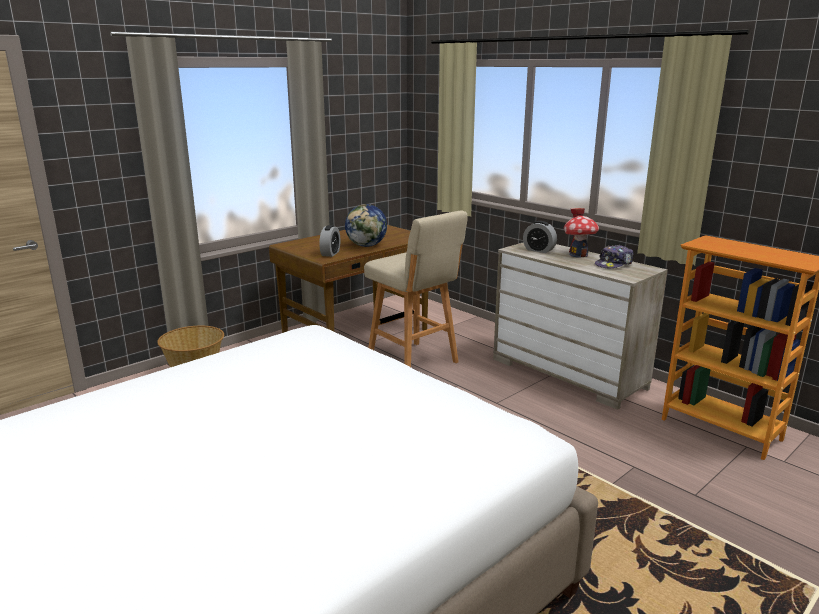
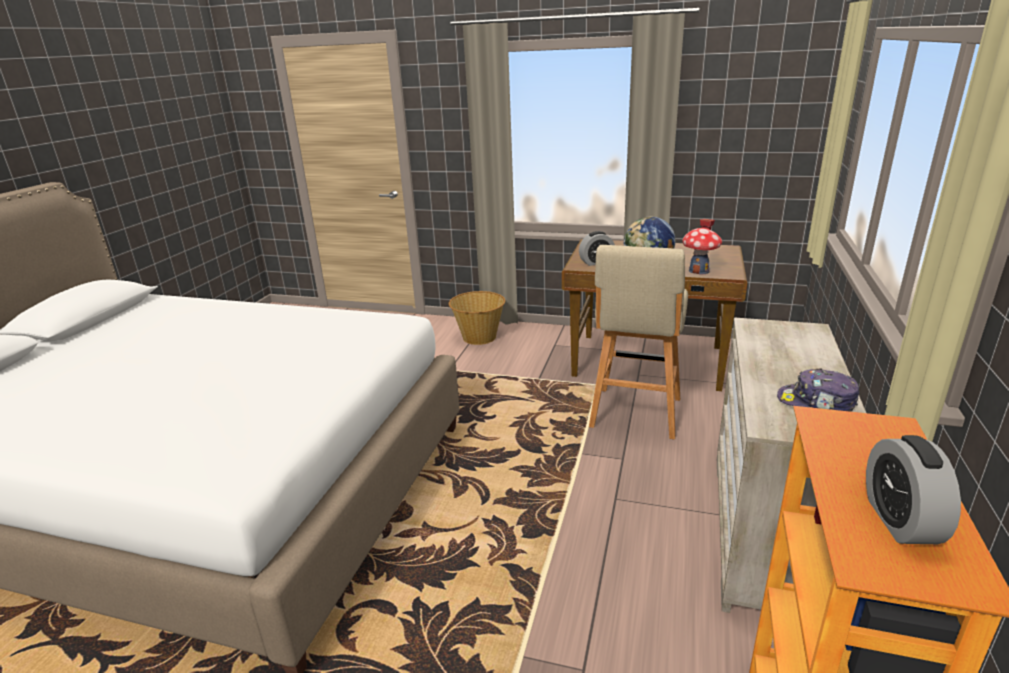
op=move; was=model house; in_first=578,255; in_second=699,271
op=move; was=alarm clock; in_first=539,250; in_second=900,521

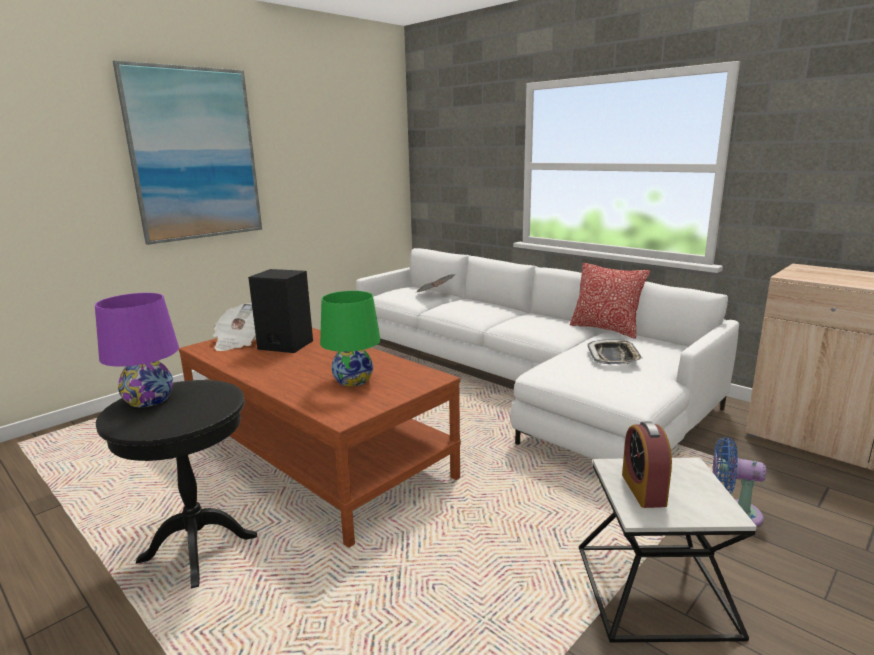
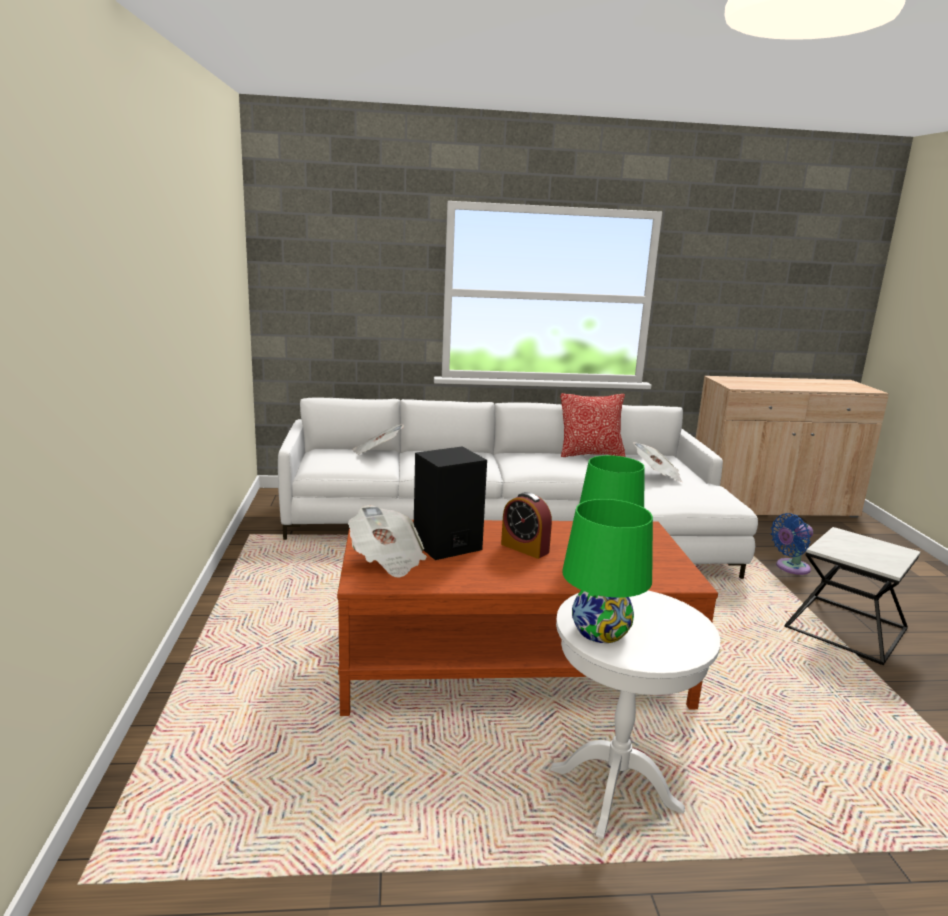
op=delete; was=wall picture; in_first=194,154
op=recolor; was=purple table lamp; now=green table lamp; in_first=148,399; in_second=600,631
op=replace; was=carrying tray; now=daily paper; in_first=613,357; in_second=657,475
op=recolor; was=blackish accent table; now=white accent table; in_first=198,549; in_second=614,790
op=move; was=alarm clock; in_first=643,489; in_second=524,548

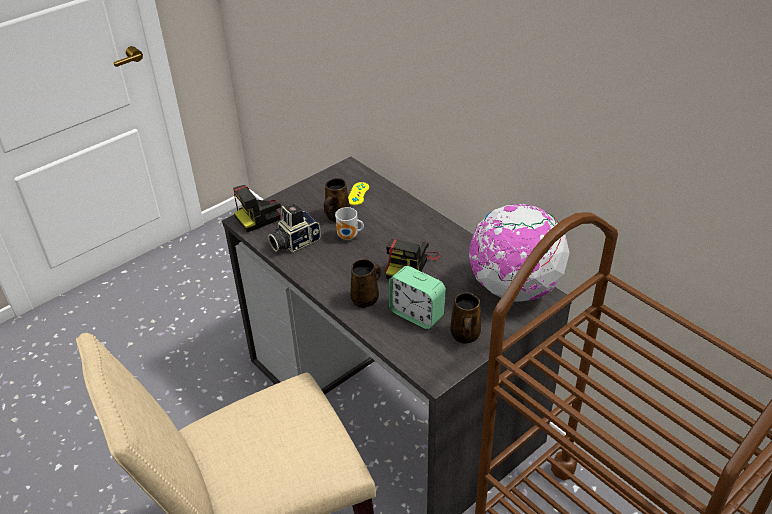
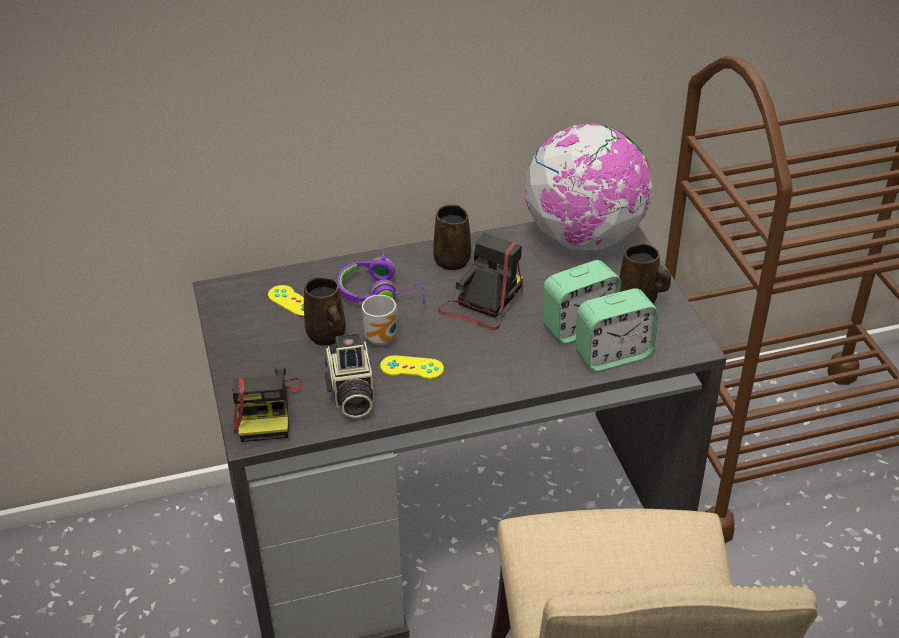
op=rotate; was=photo camera; in_first=410,265; in_second=483,302; clockwise=-105
op=move; was=brown mug; in_first=366,298; in_second=451,259
op=insert; now=purple pair of headphones; in_second=381,293
op=insert; now=alarm clock; in_second=613,355
op=insert; now=yellow joypad; in_second=412,367

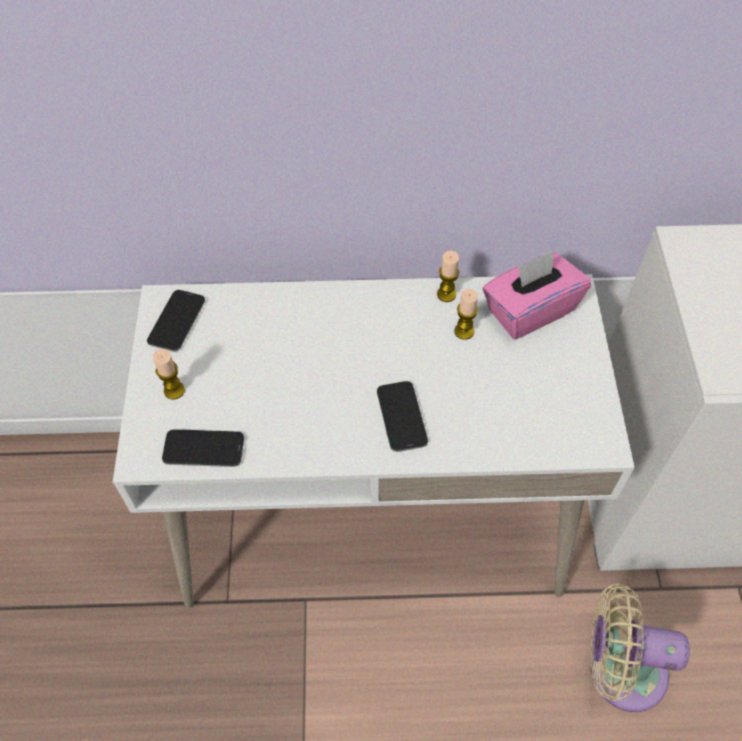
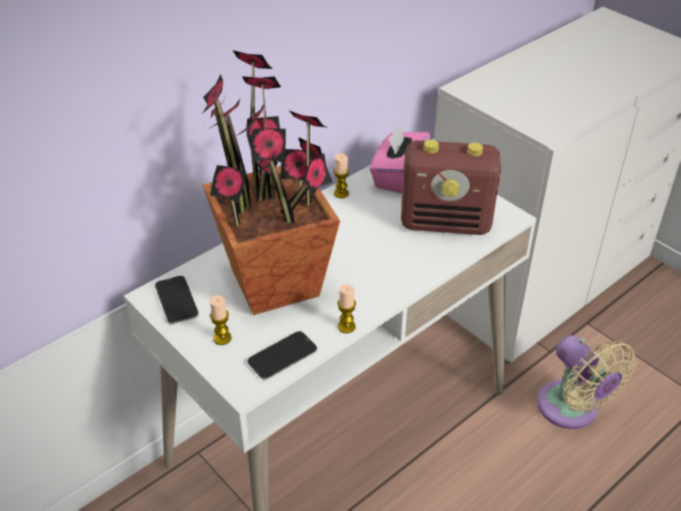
op=move; was=wax light; in_first=464,331; in_second=346,326
op=delete; was=phone; in_first=401,417
op=rotate; was=beige cooling fan; in_first=619,670; in_second=571,410; clockwise=-90
op=insert; now=houseplant; in_second=276,283
op=insert; now=radio receiver; in_second=446,223

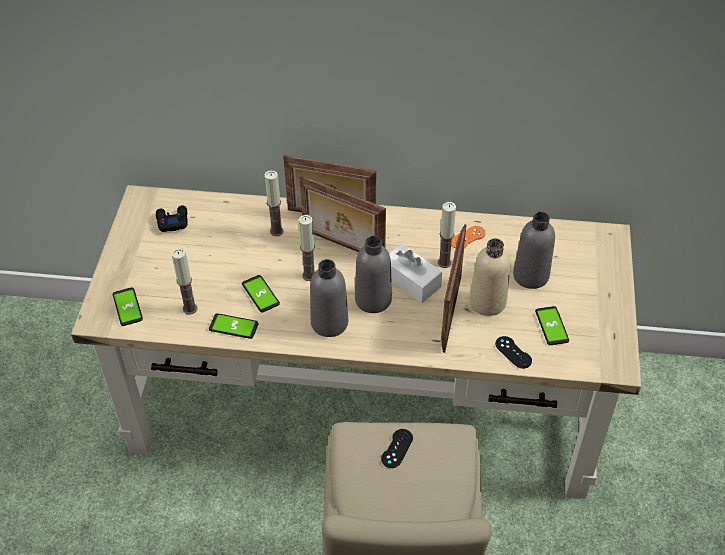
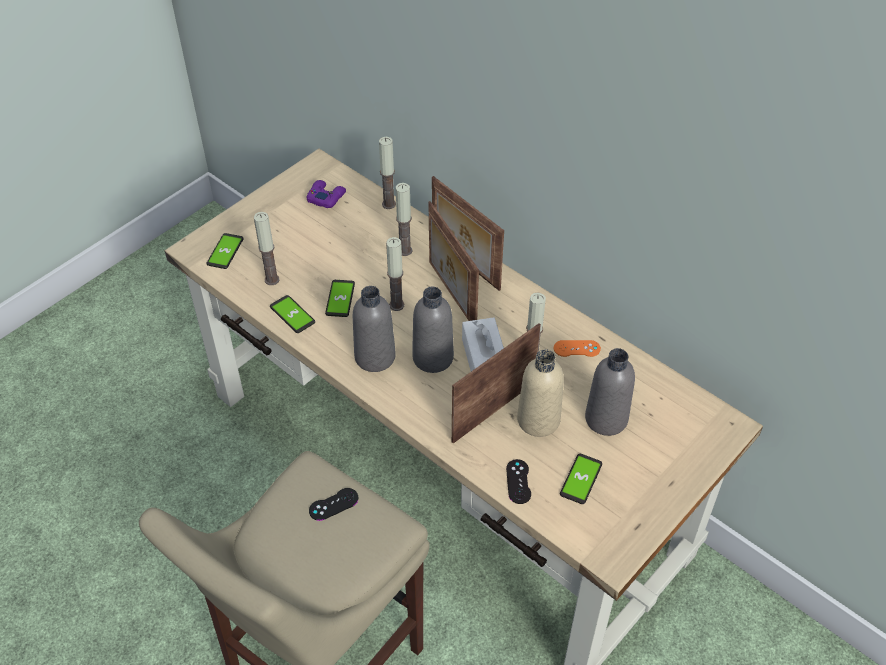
op=recolor; was=blackish joypad; now=purple joypad; in_first=172,221; in_second=326,197
op=insert; now=wax light; in_second=388,204

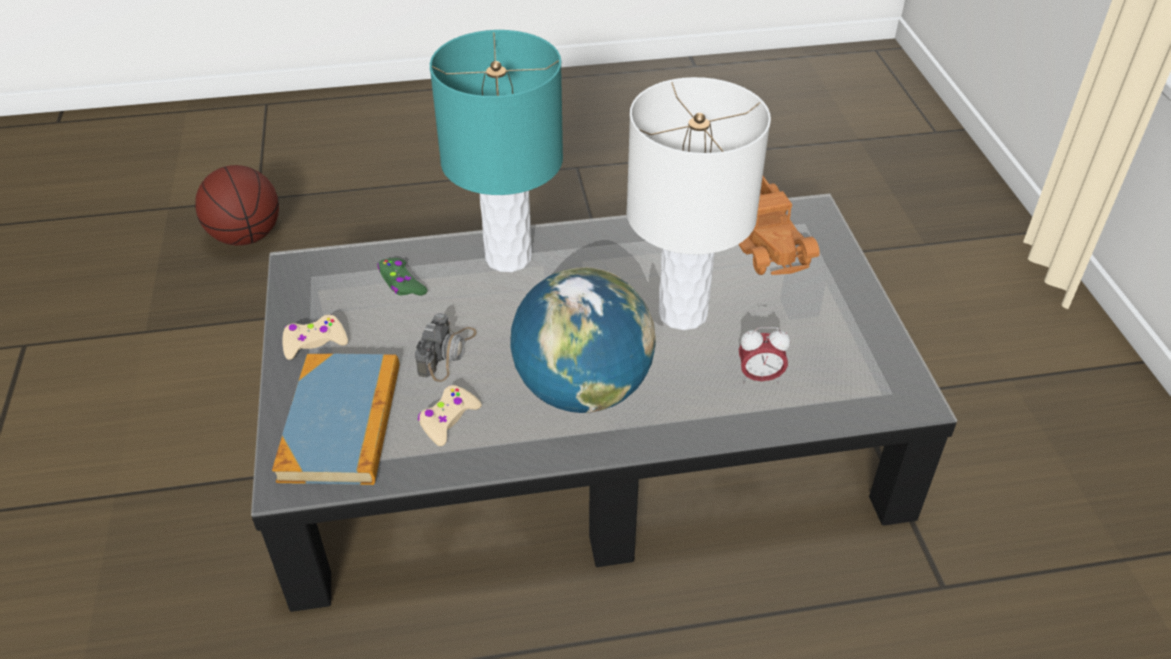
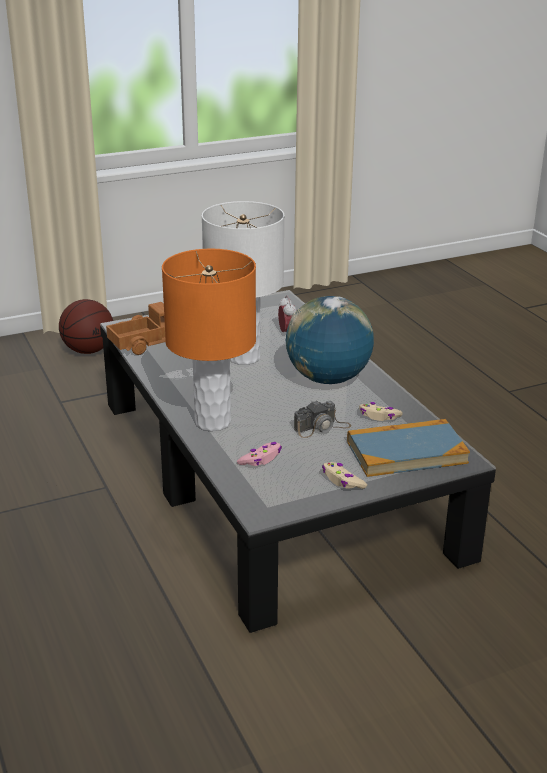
op=recolor; was=blue-green table lamp; now=orange-coloured table lamp; in_first=508,257; in_second=212,422
op=move; was=ball for basketball; in_first=246,236; in_second=88,351
op=recolor; was=green joypad; now=pink-coloured joypad; in_first=401,283; in_second=261,459
op=rotate; was=photo camera; in_first=447,352; in_second=322,427; clockwise=150

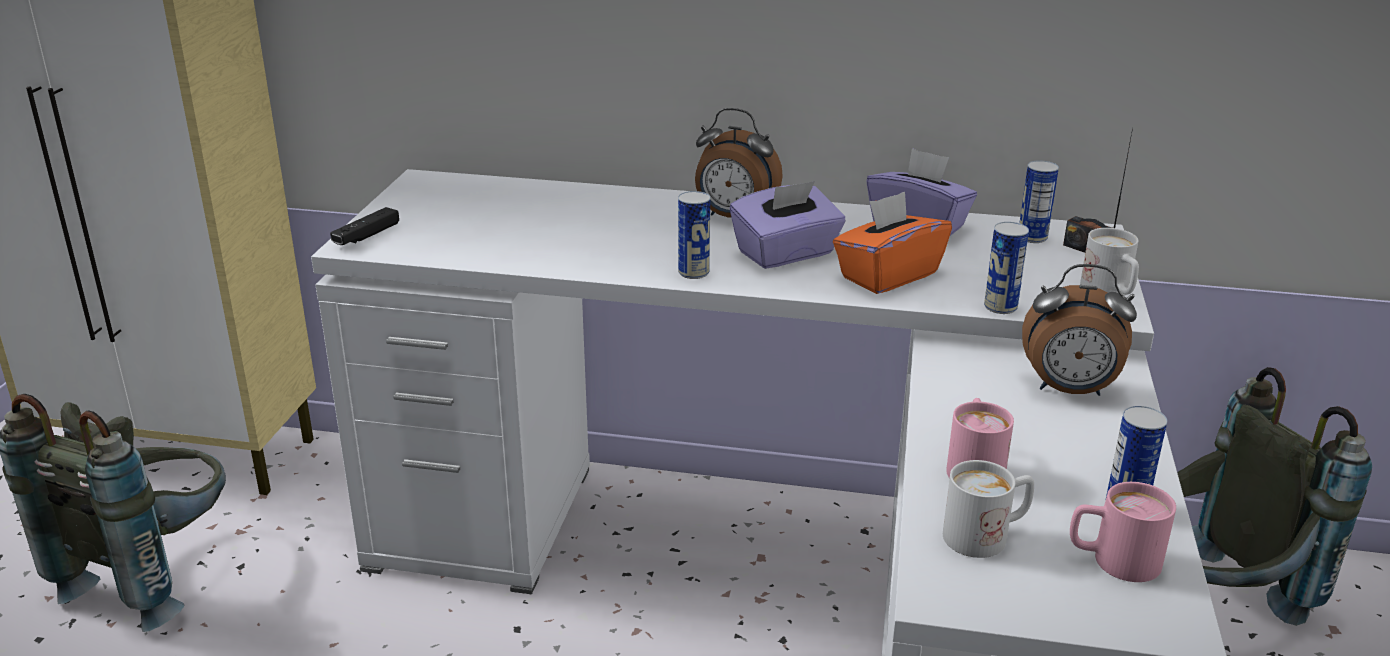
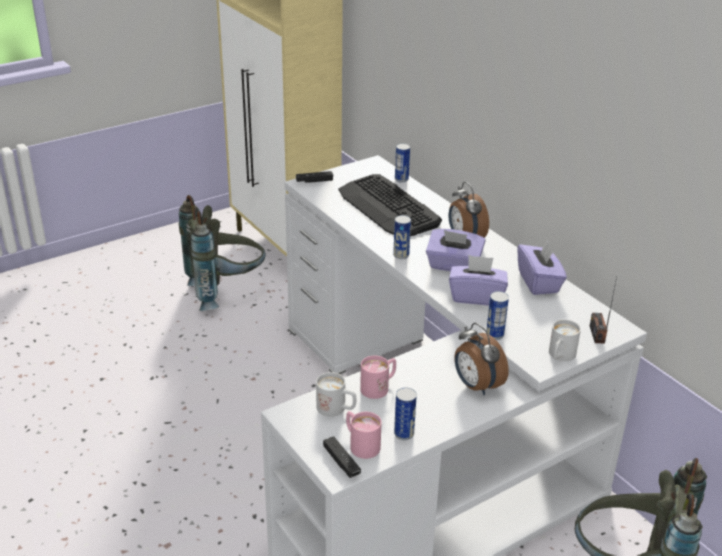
op=move; was=sealed can; in_first=1032,238; in_second=401,179
op=recolor; was=orange-coloured box of tissues; now=purple box of tissues; in_first=888,275; in_second=476,296
op=insert; now=PC keyboard; in_second=388,207
op=insert; now=blackish joypad; in_second=341,462

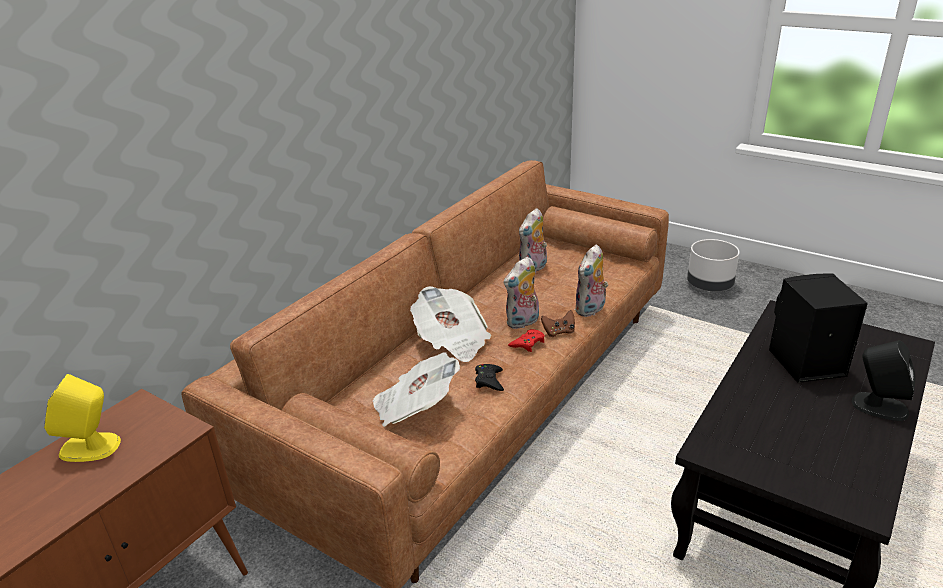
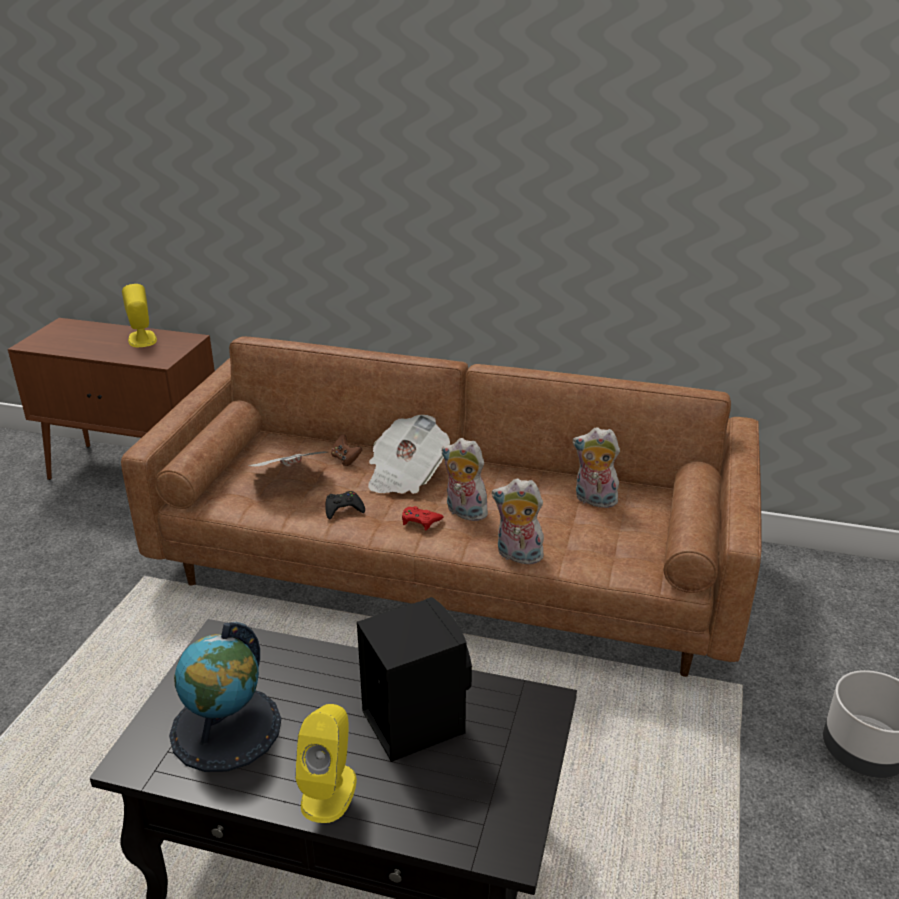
op=move; was=brown joypad; in_first=559,332; in_second=346,459
op=recolor; was=blackish loudspeaker; now=yellow loudspeaker; in_first=878,406; in_second=329,791
op=insert; now=world globe; in_second=226,728

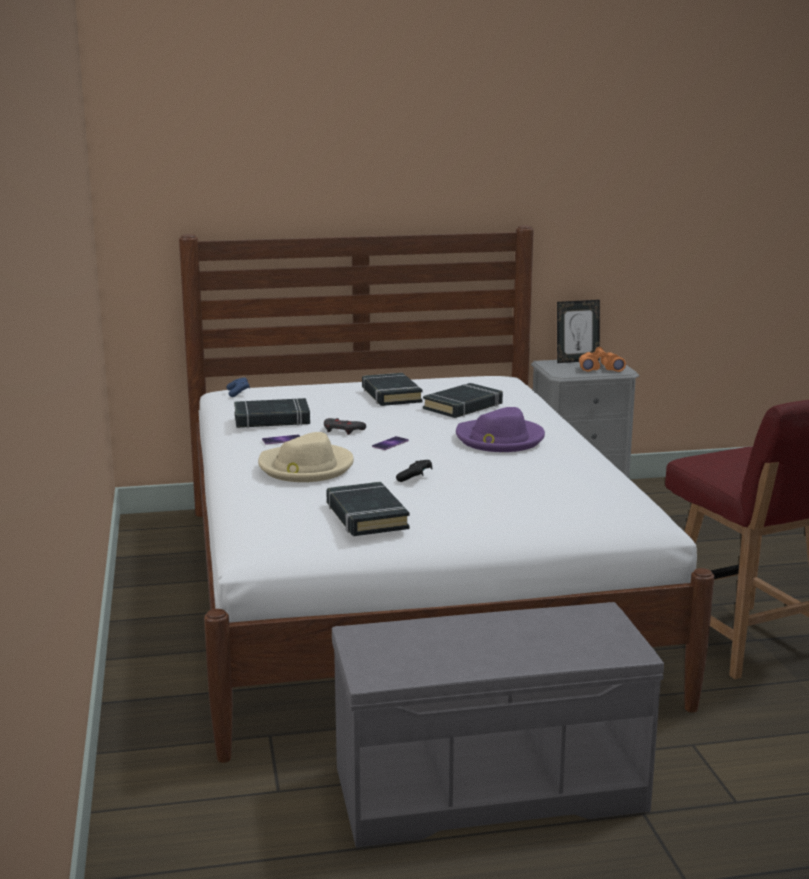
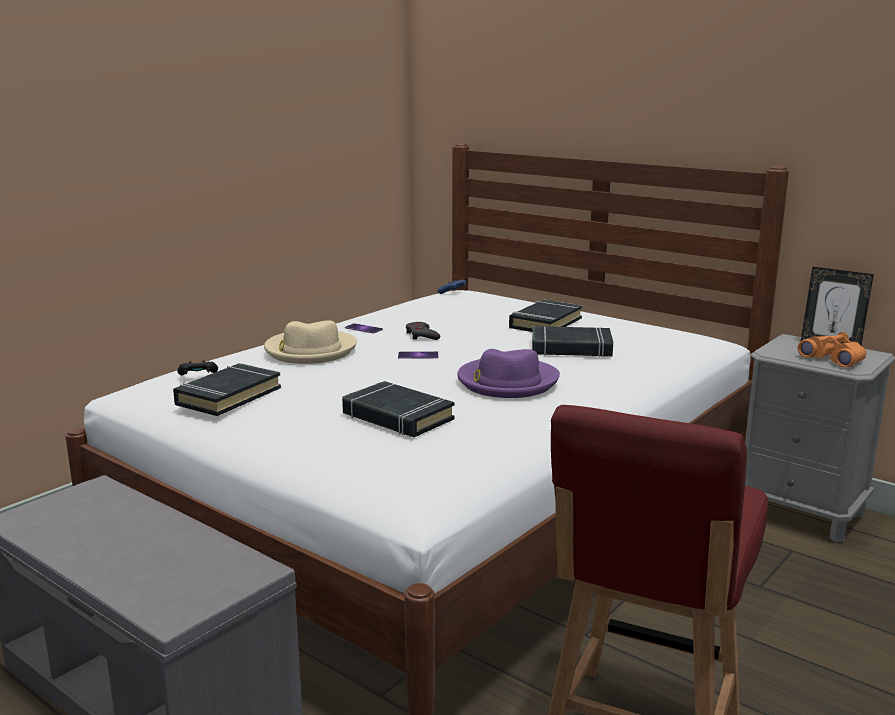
op=move; was=blackish volume; in_first=272,420; in_second=397,417
op=move; was=blackish joypad; in_first=415,478; in_second=198,376

